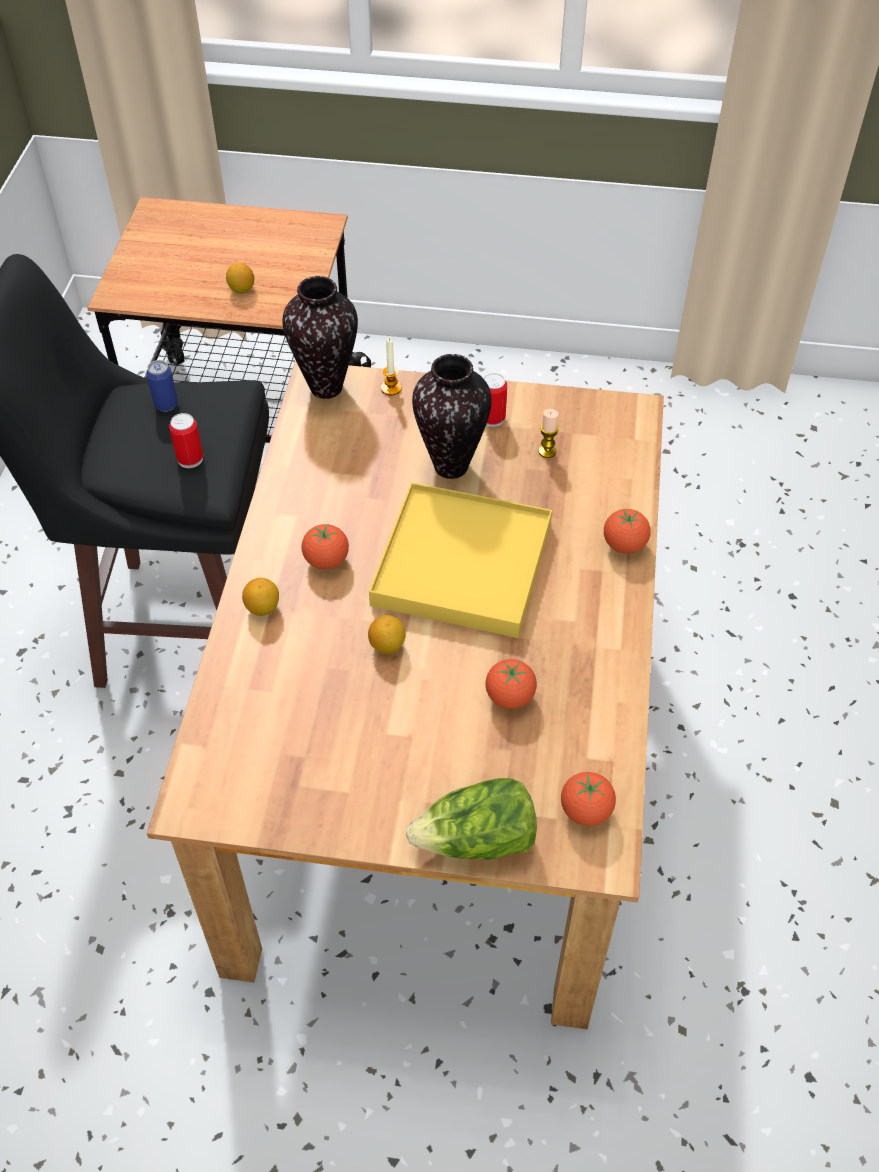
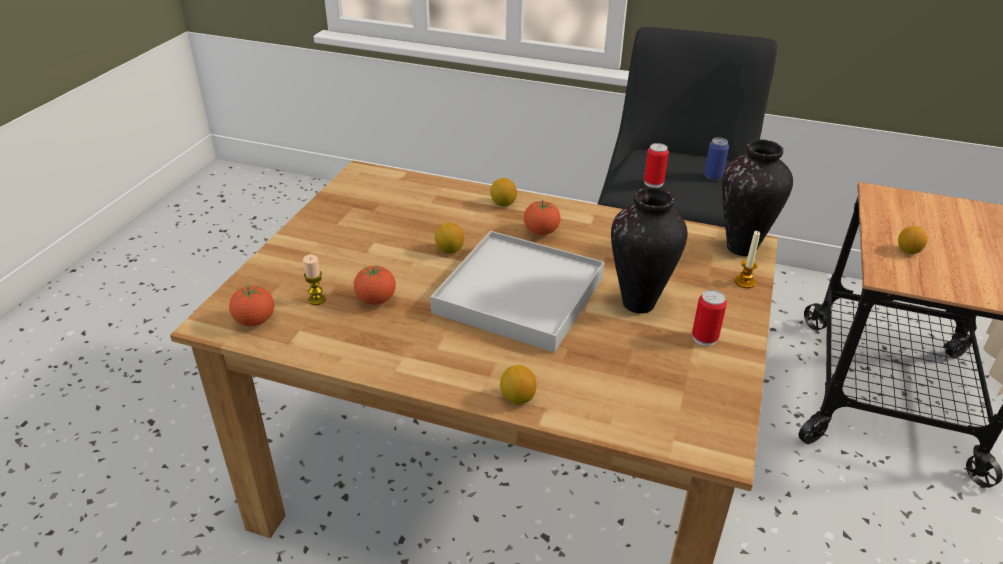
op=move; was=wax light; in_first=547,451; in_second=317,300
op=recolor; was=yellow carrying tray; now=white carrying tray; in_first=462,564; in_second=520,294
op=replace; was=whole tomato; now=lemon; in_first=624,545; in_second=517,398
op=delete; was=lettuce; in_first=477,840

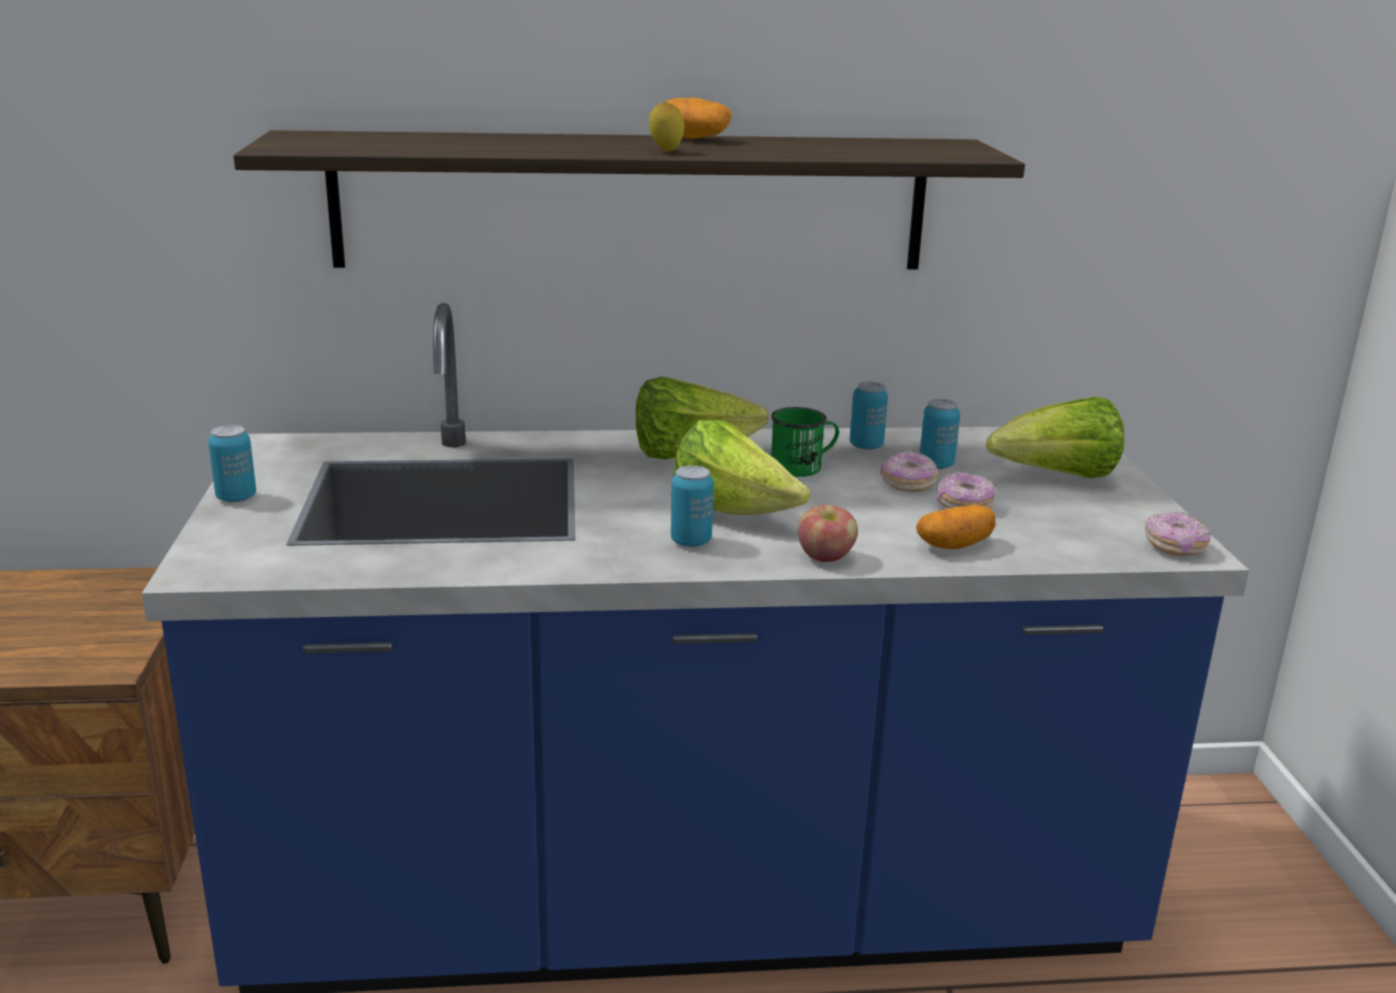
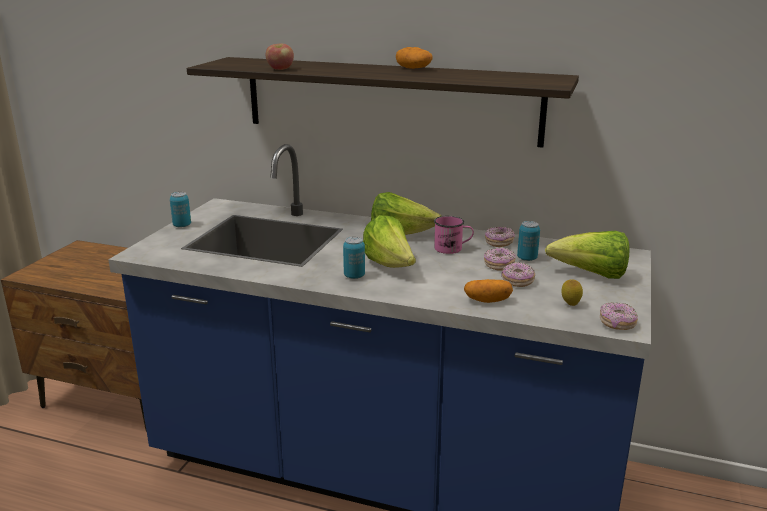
op=move; was=lemon; in_first=666,151; in_second=570,305
op=replace; was=sealed can; now=ring doughnut; in_first=866,446; in_second=499,243
op=recolor; was=green mug; now=pink-coloured mug; in_first=803,466; in_second=452,248
op=move; was=whole apple; in_first=825,557; in_second=280,69

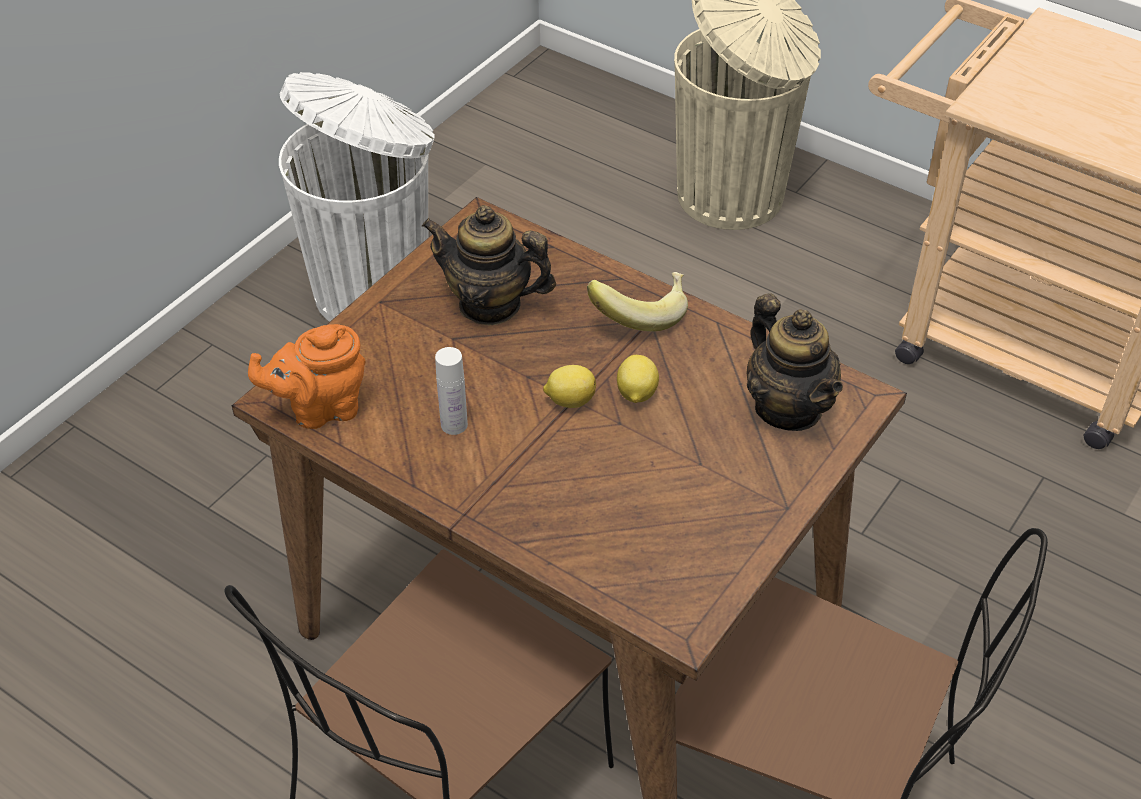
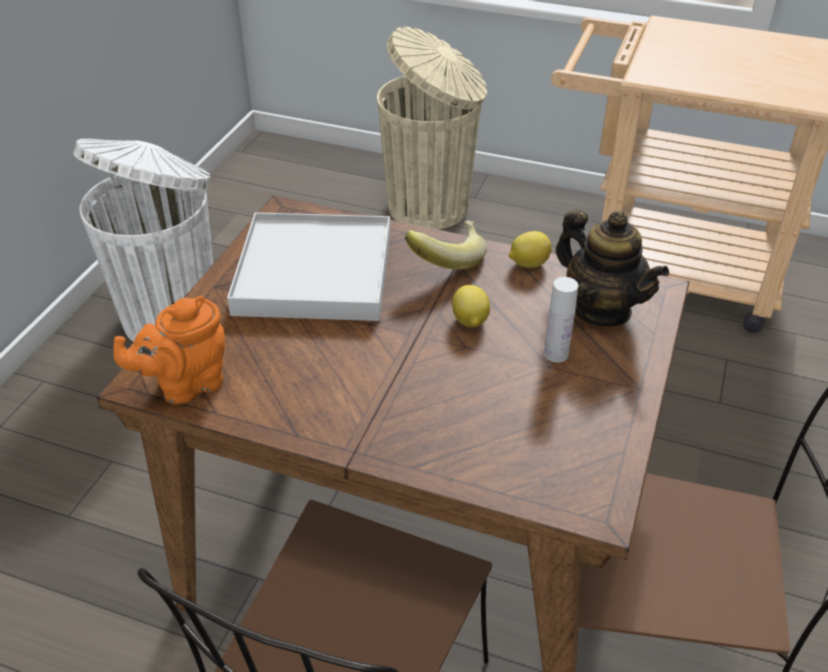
op=replace; was=tea pot; now=white carrying tray; in_first=490,304; in_second=315,273
op=move; was=white drink bottle; in_first=454,425; in_second=556,354
op=move; was=lemon; in_first=569,400; in_second=528,263

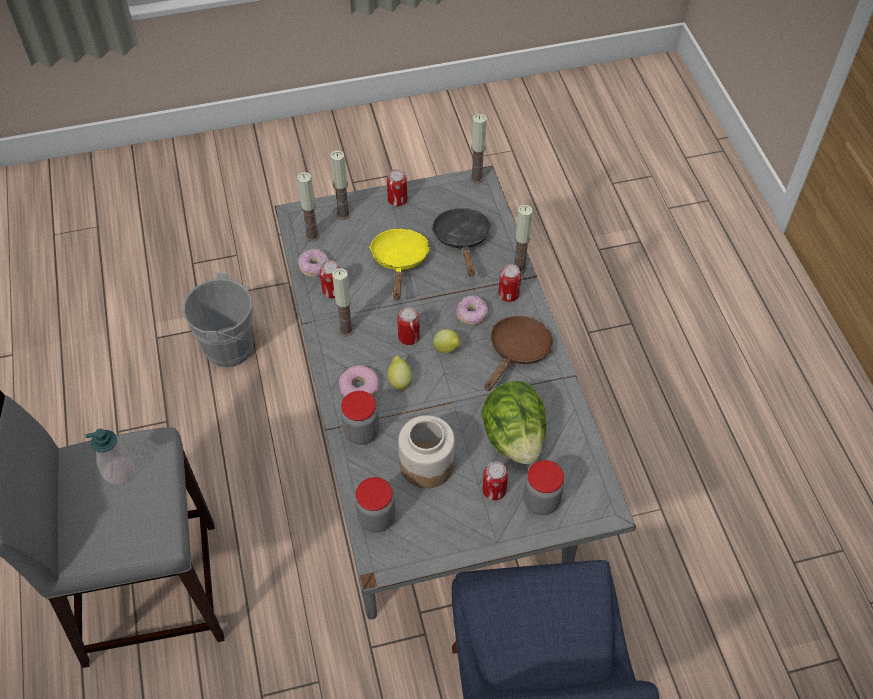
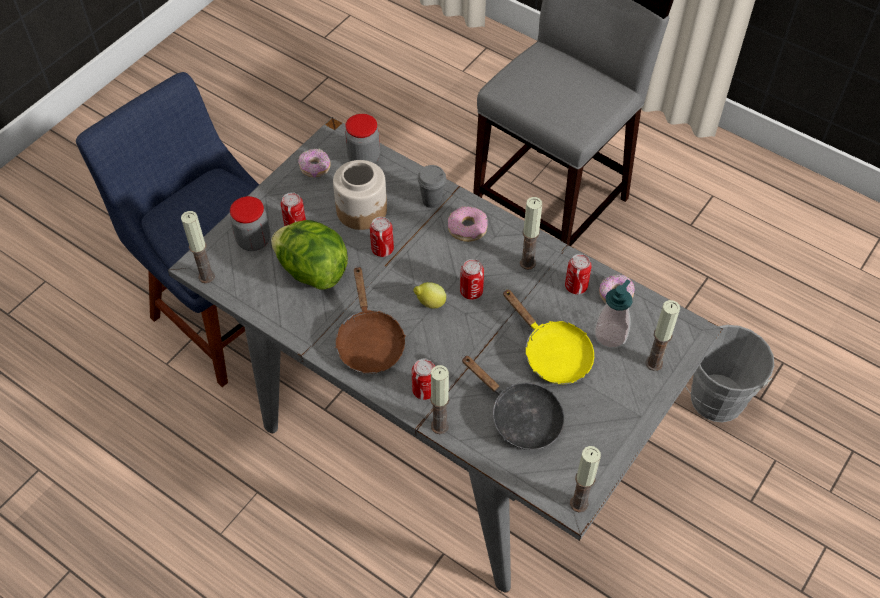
op=move; was=sealed can; in_first=397,200; in_second=382,249
op=move; was=wax light; in_first=312,236; in_second=206,276
op=move; was=ring doughnut; in_first=472,315; in_second=315,168
op=delete; was=lemon; in_first=399,380
op=replace; was=preserve jar; now=gray small cup; in_first=361,432; in_second=432,200
op=move; was=soap bottle; in_first=119,471; in_second=610,335

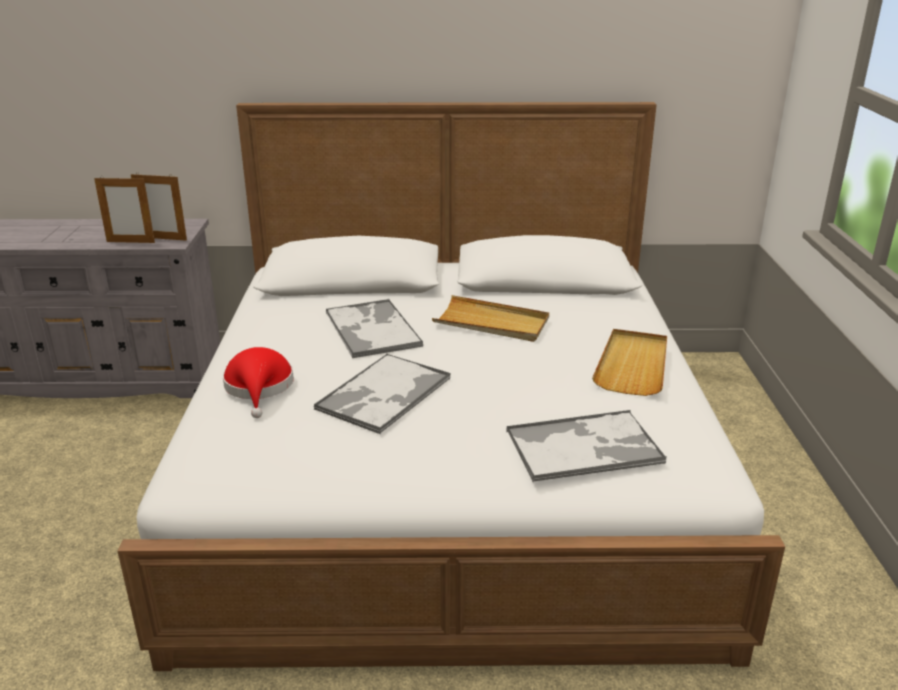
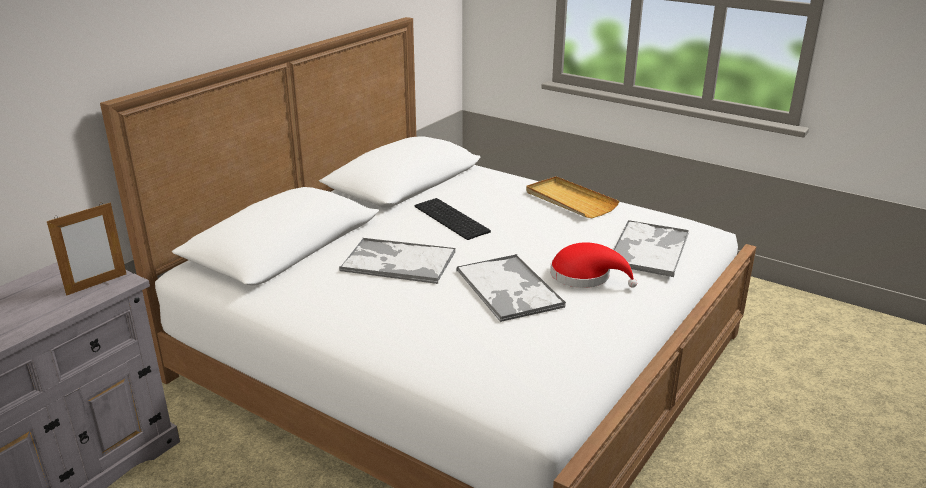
op=delete; was=standing frame; in_first=130,242
op=replace; was=beige carrying tray; now=PC keyboard; in_first=491,323; in_second=453,218
op=move; was=red hat; in_first=259,387; in_second=585,276

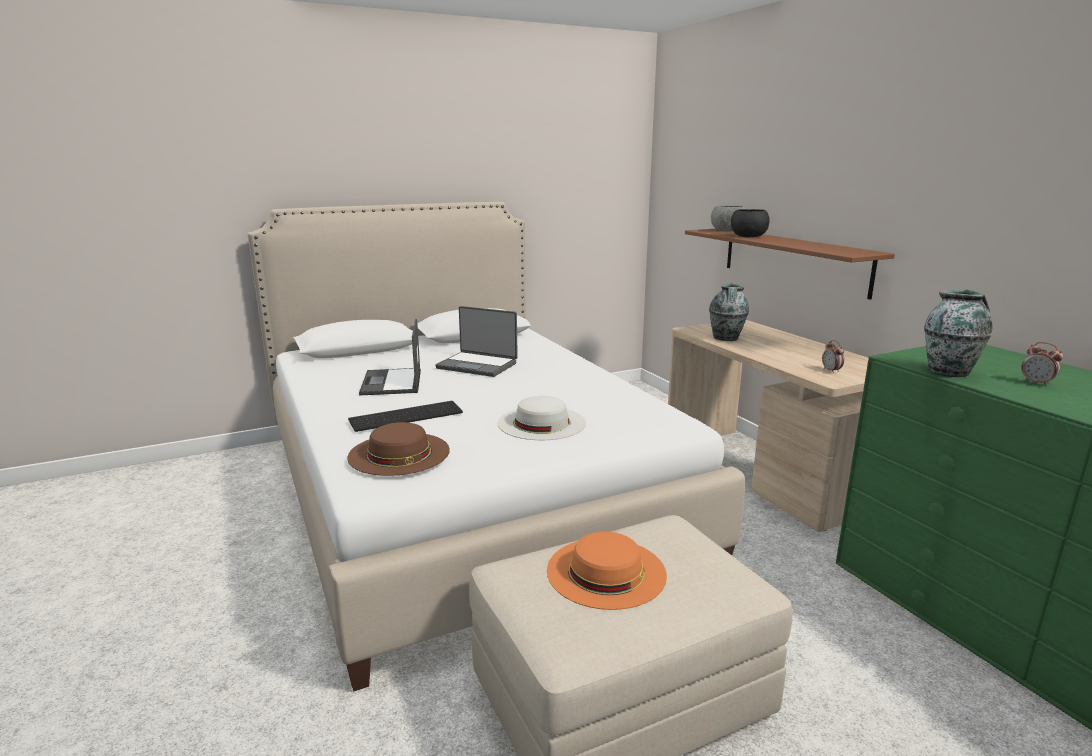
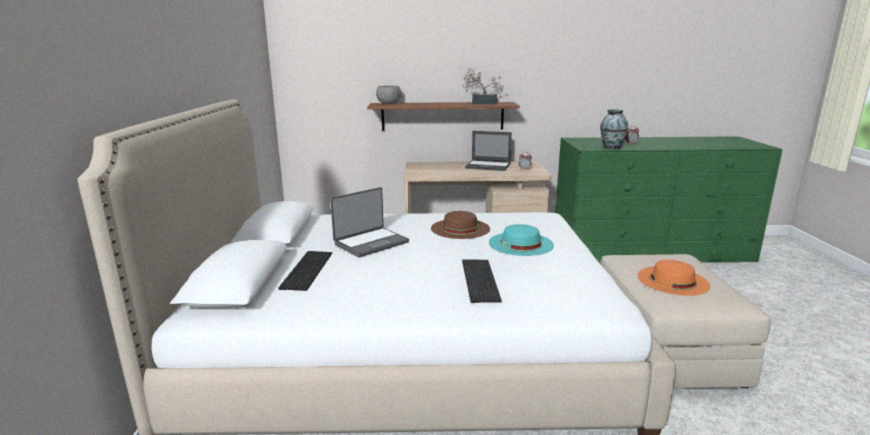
op=delete; was=blackish serving bowl; in_first=748,236
op=delete; was=flower vase; in_first=726,338
op=move; was=portable computer; in_first=392,383; in_second=488,166
op=recolor; was=white hat; now=blue-green hat; in_first=541,422; in_second=520,243
op=move; was=brown hat; in_first=399,453; in_second=460,228
op=insert; now=houseplant; in_second=481,103
op=insert; now=PC keyboard; in_second=306,269

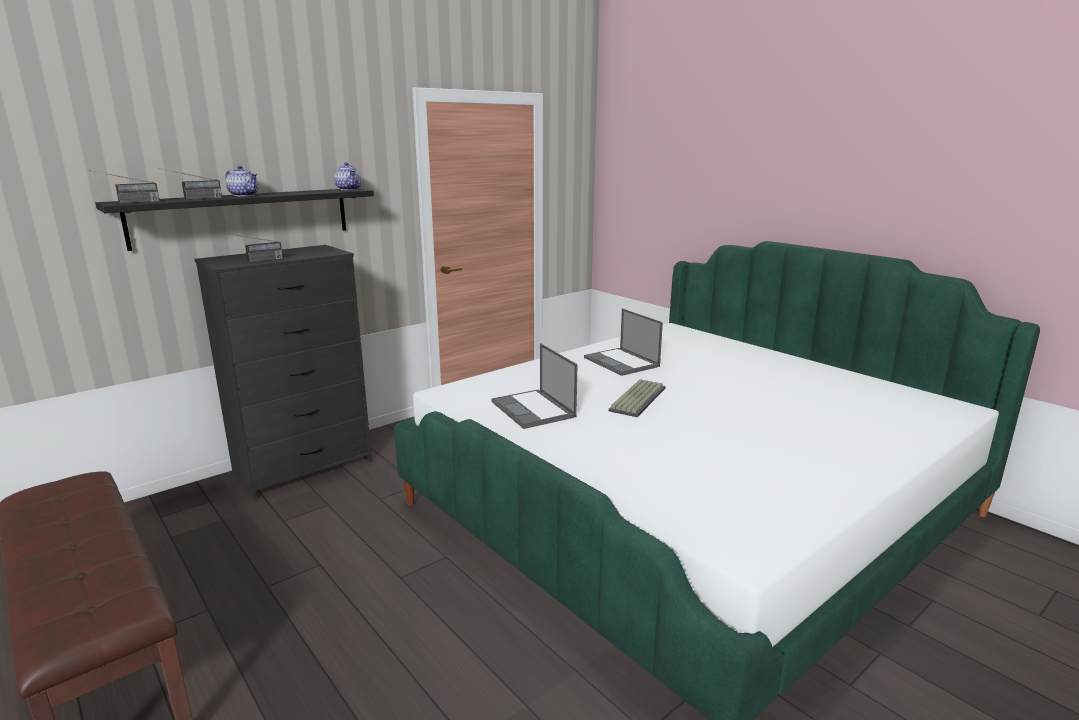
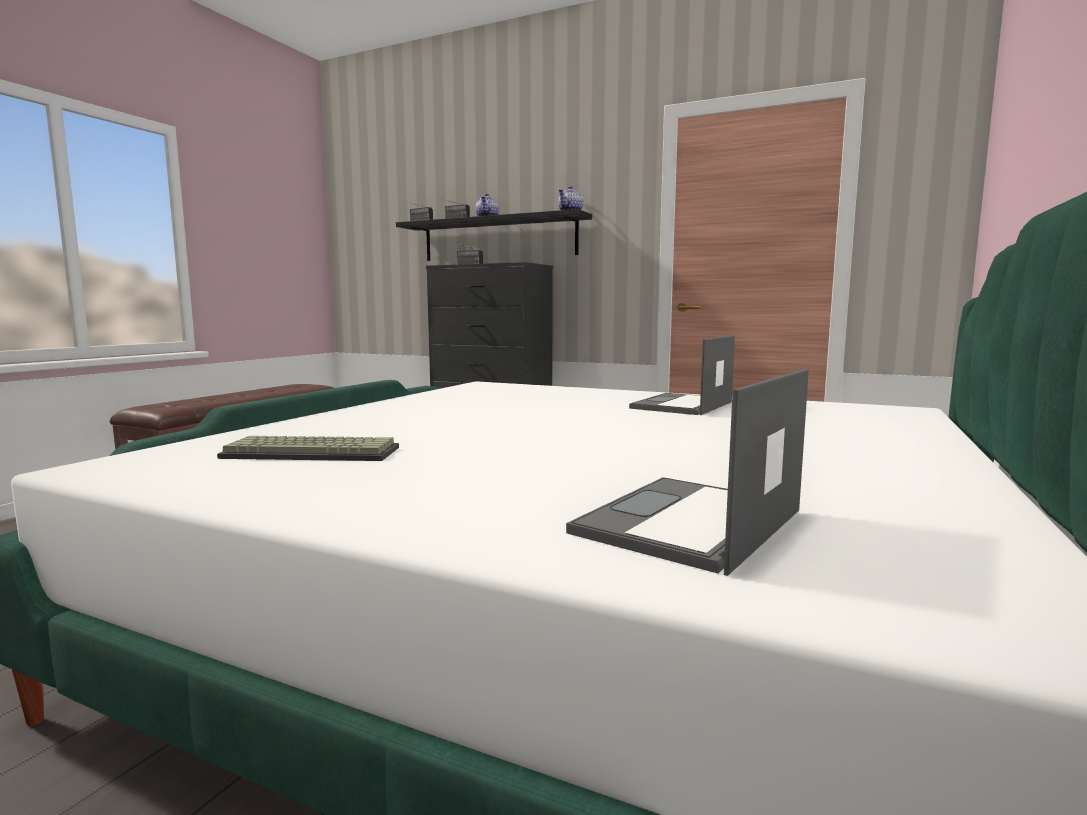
op=move; was=portable computer; in_first=534,409; in_second=689,523
op=move; was=PC keyboard; in_first=637,398; in_second=314,452

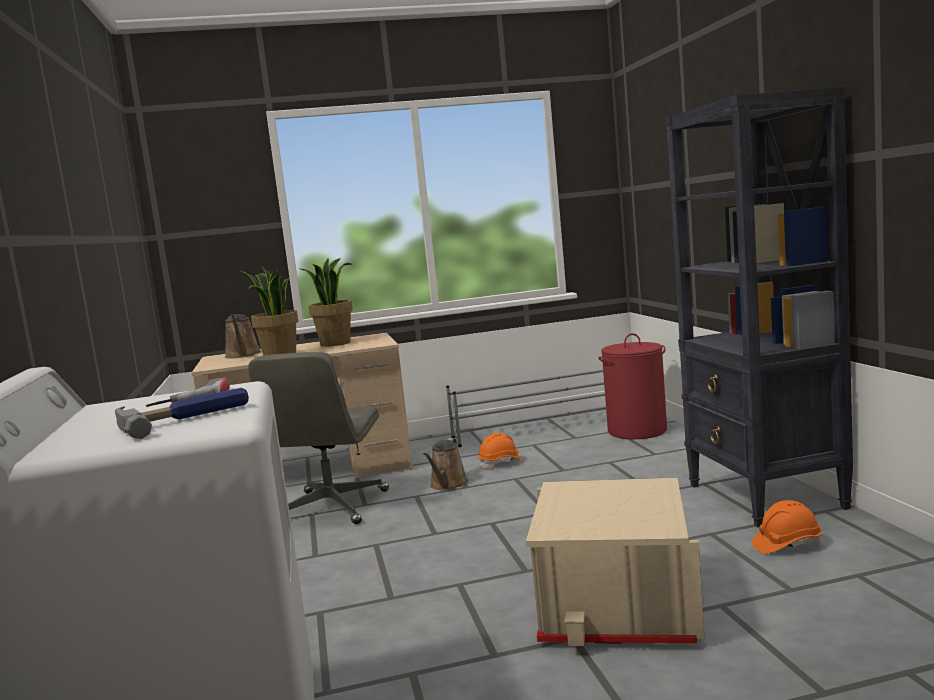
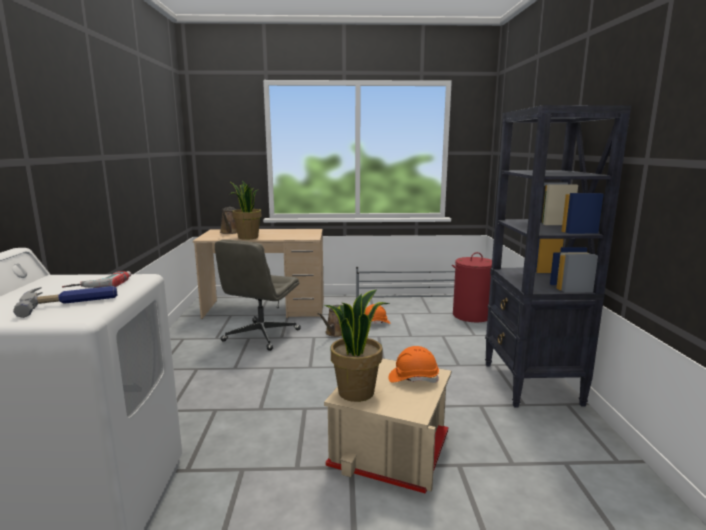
op=move; was=houseplant; in_first=335,343; in_second=356,392
op=move; was=orange-coloured hard hat; in_first=786,545; in_second=413,378

